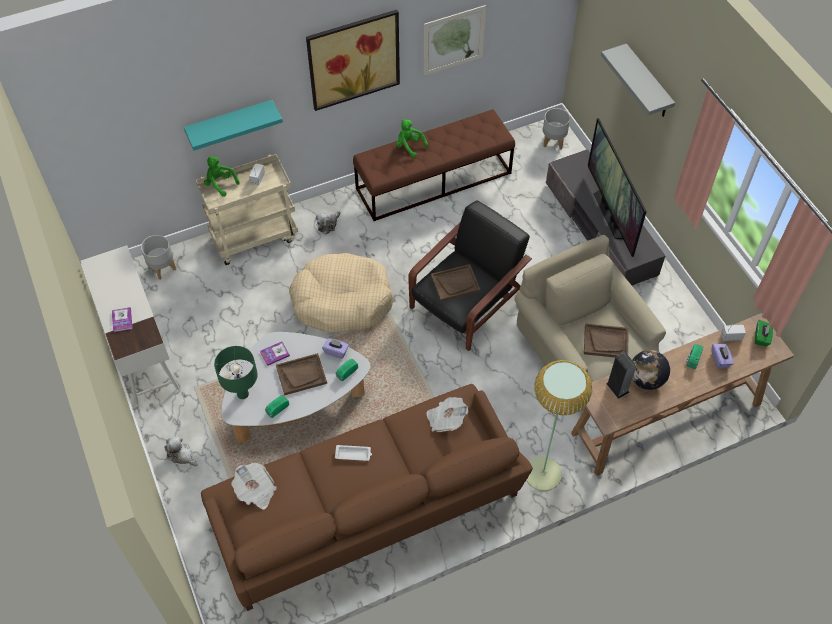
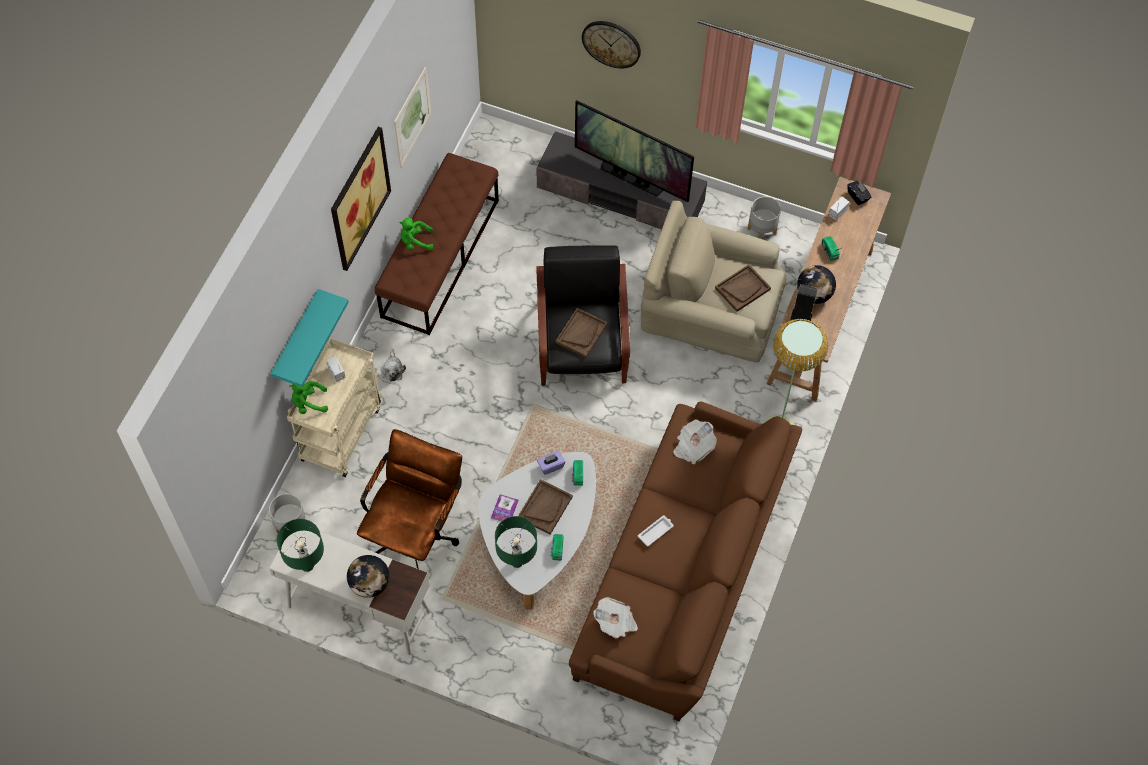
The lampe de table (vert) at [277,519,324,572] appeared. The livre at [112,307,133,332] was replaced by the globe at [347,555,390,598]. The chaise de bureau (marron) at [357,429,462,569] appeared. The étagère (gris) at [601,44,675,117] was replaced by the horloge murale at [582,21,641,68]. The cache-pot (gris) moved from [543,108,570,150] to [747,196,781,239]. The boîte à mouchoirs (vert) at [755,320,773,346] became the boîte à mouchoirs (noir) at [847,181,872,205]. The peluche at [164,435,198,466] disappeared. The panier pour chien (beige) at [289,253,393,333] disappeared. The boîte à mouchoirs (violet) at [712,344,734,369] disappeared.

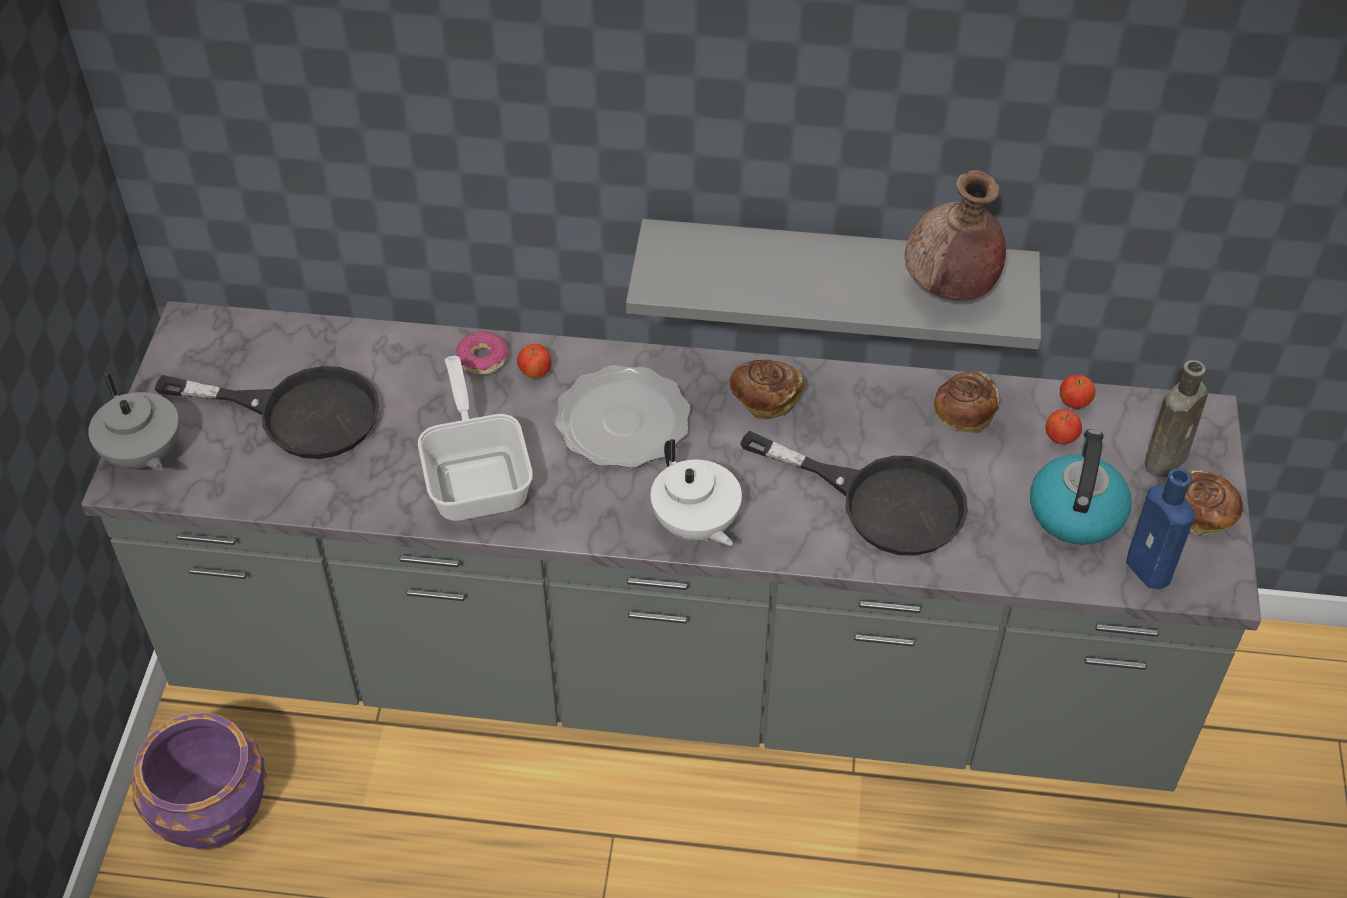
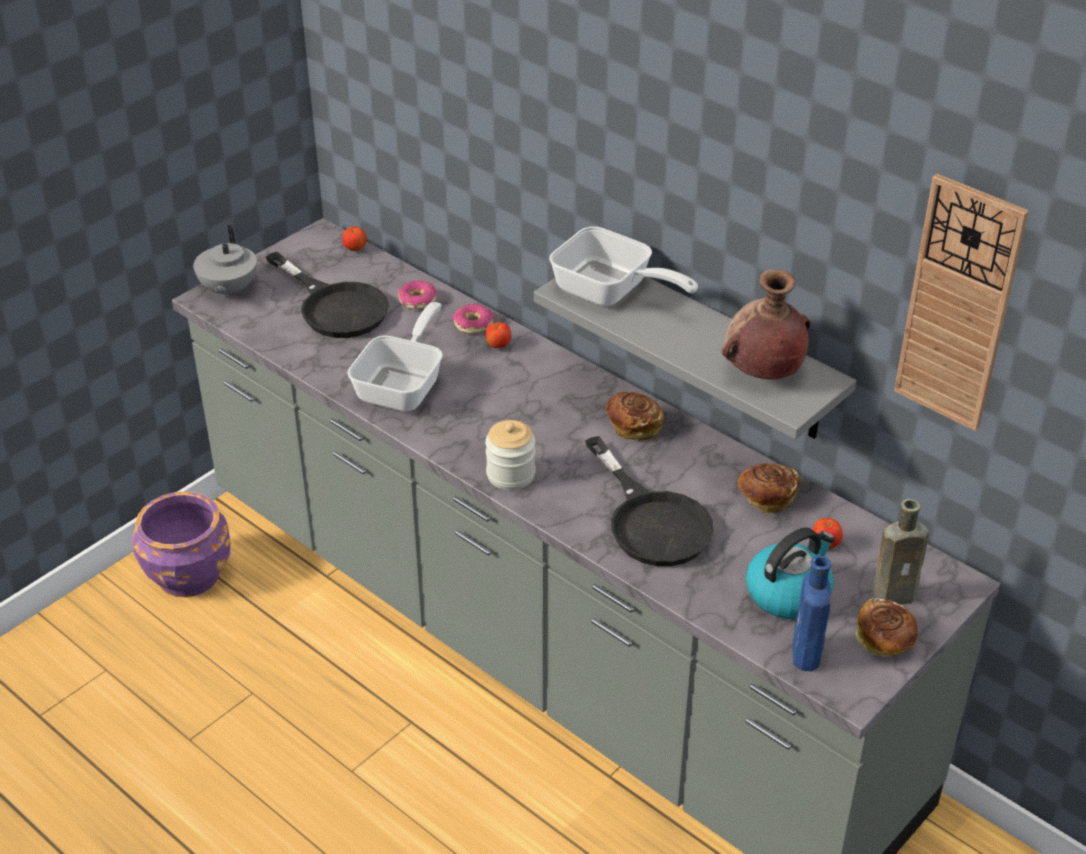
The pomme moved from [1060,375,1096,409] to [342,226,367,251]. The beignet at [398,280,437,309] appeared. The théière (blanc) at [651,439,742,546] was replaced by the bocal at [485,420,536,490]. The poêle at [549,227,698,306] appeared. The horloge murale at [894,174,1029,431] appeared. The assiette at [555,365,690,468] disappeared.

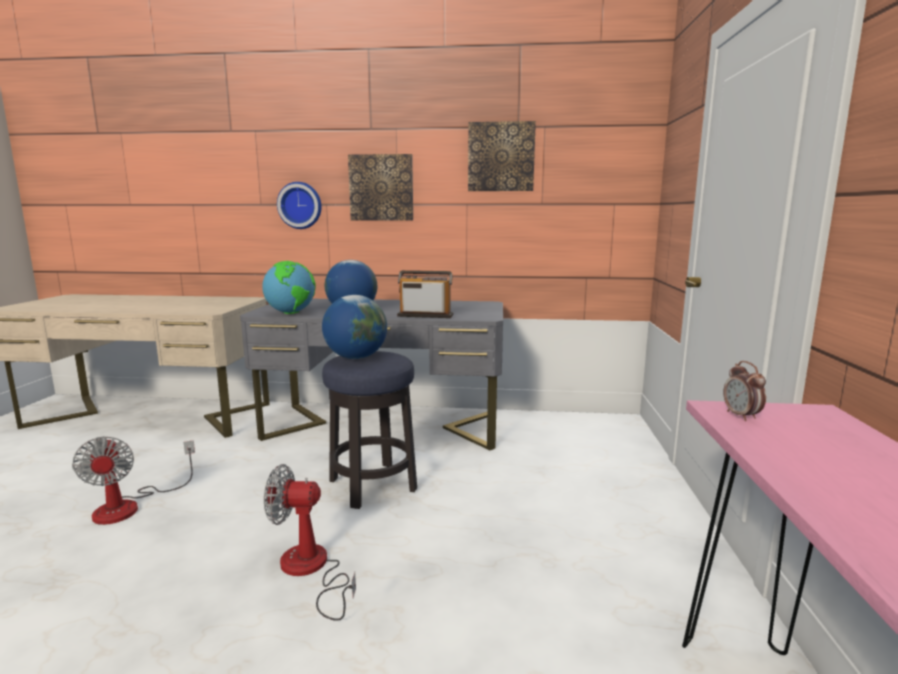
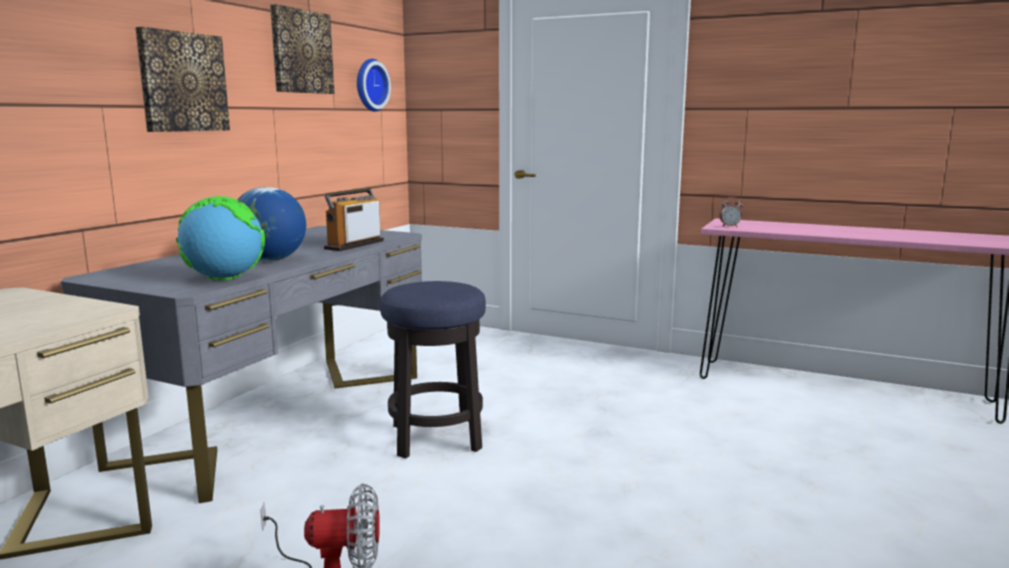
The horloge murale moved from [277,182,321,229] to [357,59,391,112]. The ventilateur at [264,464,356,621] disappeared. The globe at [322,295,387,359] disappeared.

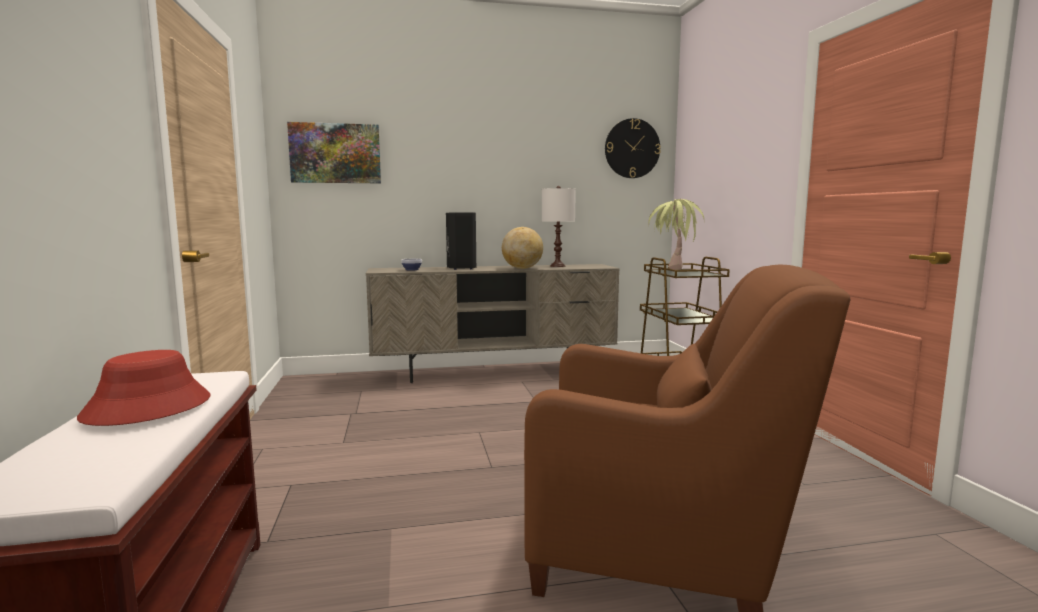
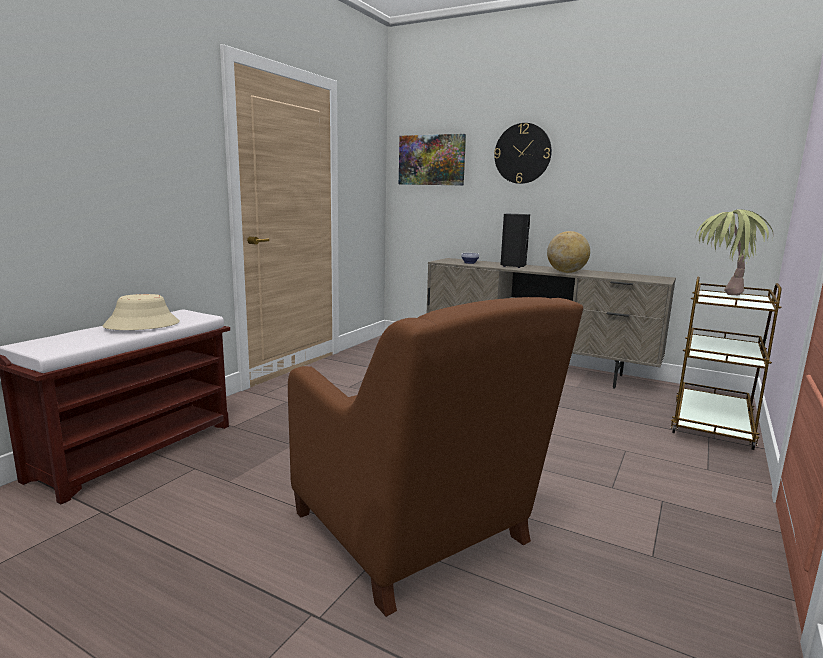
The chapeau (rouge) at [77,350,210,426] became the chapeau (beige) at [102,294,180,330]. The horloge murale moved from [605,118,661,178] to [494,123,552,184]. The lampe de table (blanc) at [542,186,576,267] disappeared.

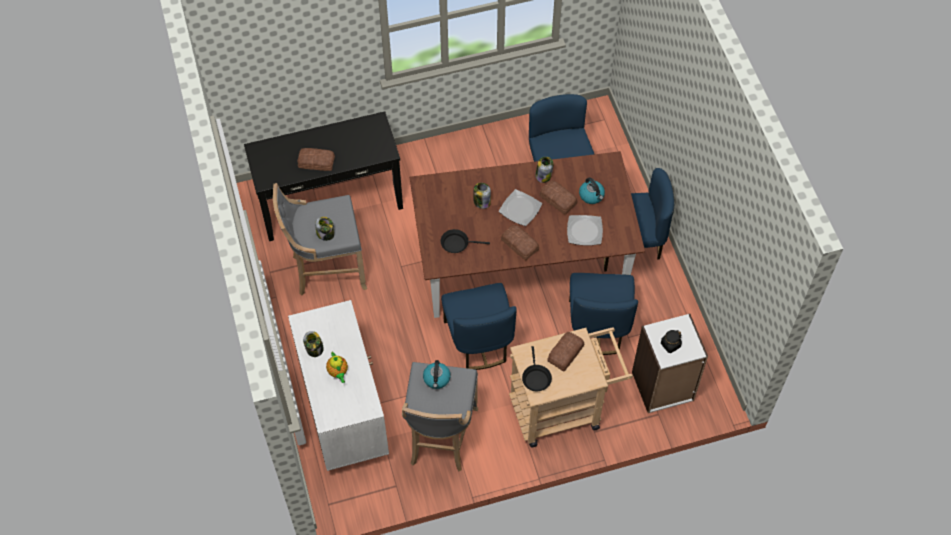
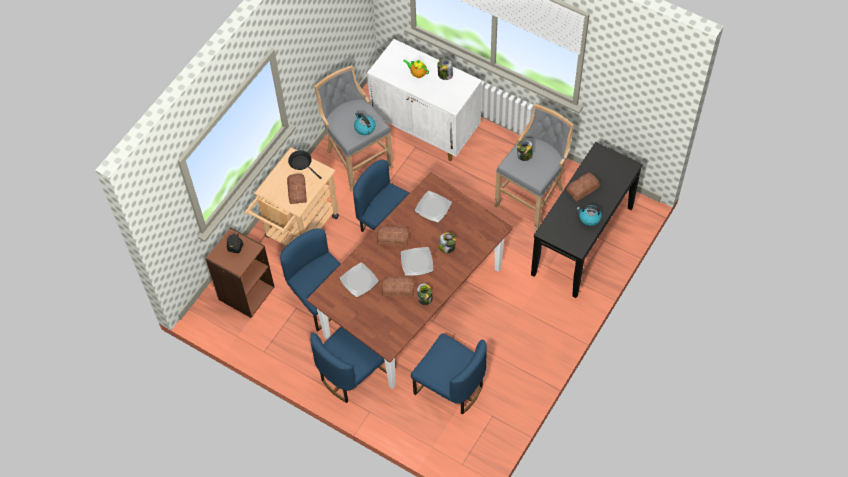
The bibliothèque (blanc) at [632,314,708,413] became the bibliothèque (marron) at [205,227,274,318]. The poêle (noir) at [441,229,490,253] was replaced by the assiette at [414,191,452,222]. The bouilloire moved from [579,177,605,204] to [577,205,602,226].

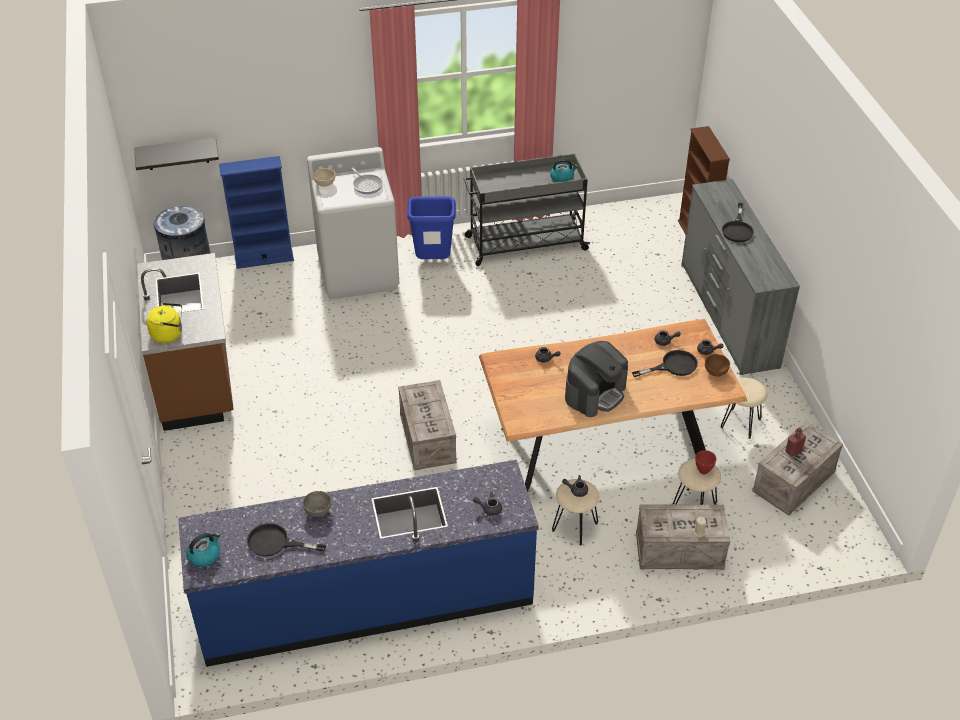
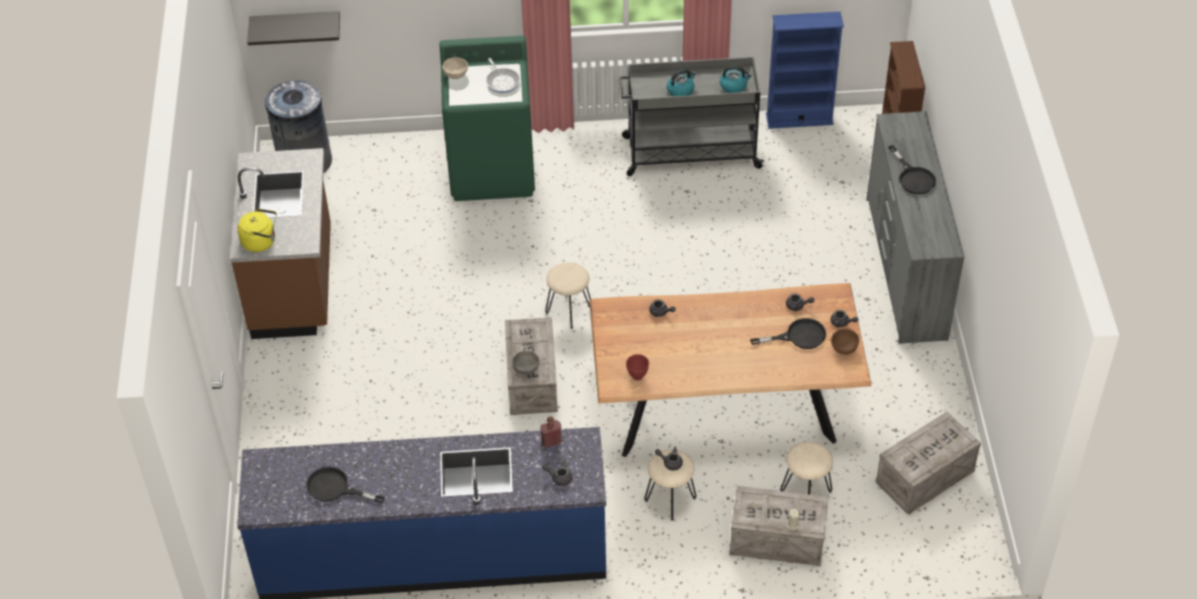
The lave-linge (blanc) at [307,147,399,299] became the lave-linge (vert) at [439,36,535,201]. The bol (gris) moved from [303,491,331,517] to [512,351,539,375]. The bouteille (rouge) moved from [786,428,806,457] to [540,416,561,448]. The tabouret (beige) moved from [720,378,767,439] to [545,262,591,329]. The bol (rouge) moved from [695,450,717,474] to [626,354,649,380]. The bouilloire moved from [186,532,220,567] to [667,69,696,96]. The bibliothèque (bleu) moved from [219,156,294,269] to [766,12,844,129]. The poêle (noir) at [722,203,754,242] turned 45 degrees counterclockwise. The poubelle (bleu) at [407,196,456,259] disappeared. The machine à café at [565,341,628,417] disappeared.

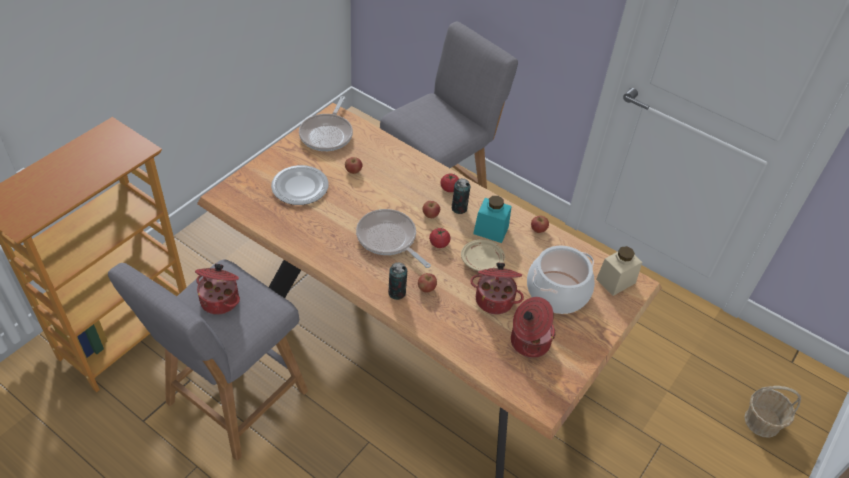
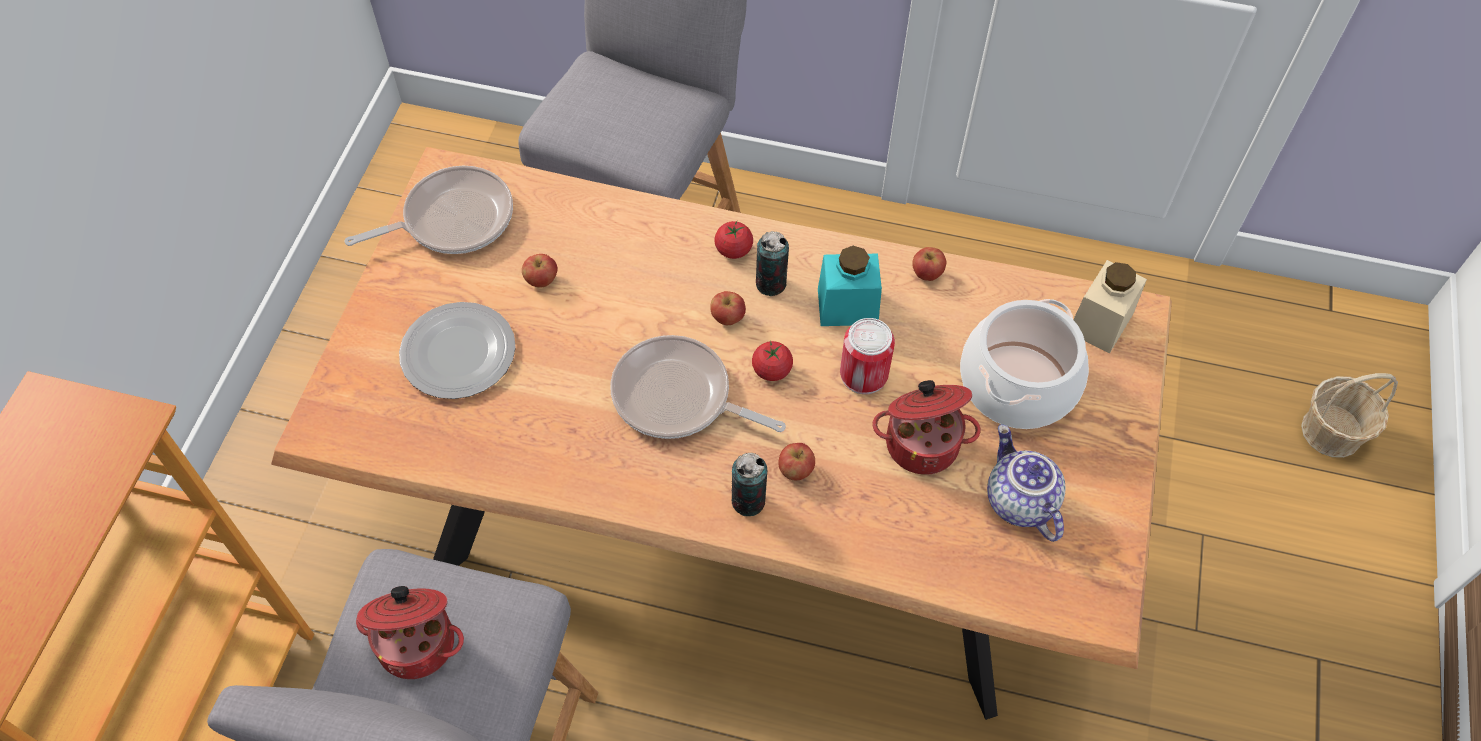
The poêle at [299,96,353,151] turned 105 degrees counterclockwise. The assiette (beige) at [461,239,505,271] was replaced by the boîte métallique at [840,318,895,394]. The marmite at [511,297,556,358] was replaced by the théière at [987,424,1066,542].

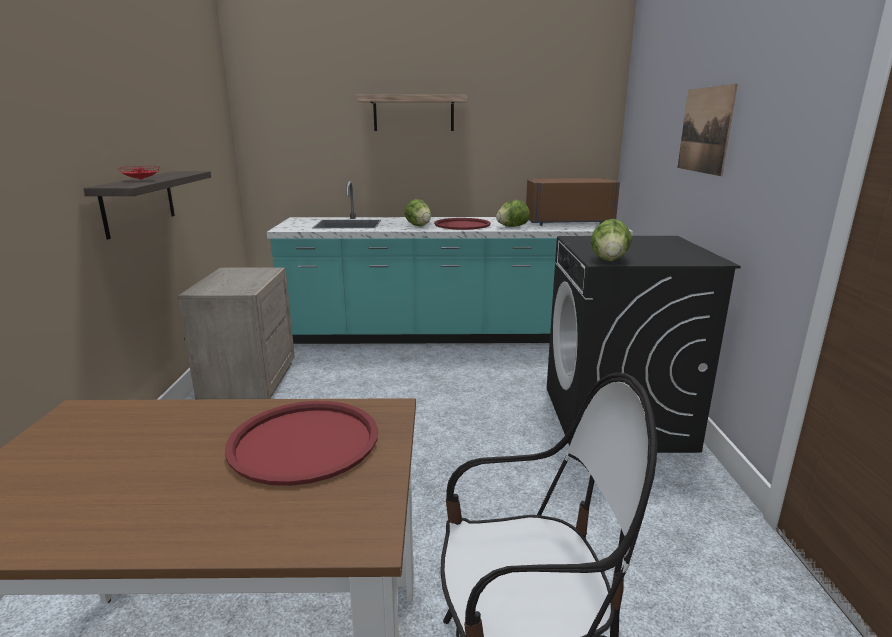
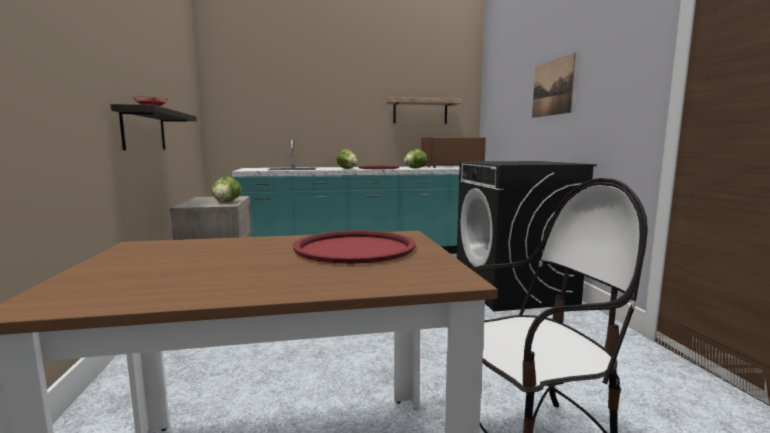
The laitue moved from [591,219,632,261] to [212,176,241,203]. The étagère moved from [356,95,468,131] to [385,97,462,124].

